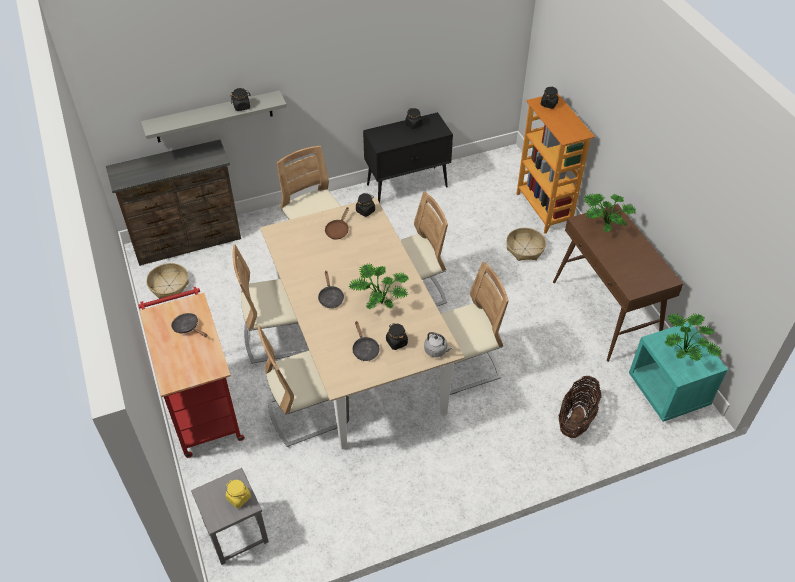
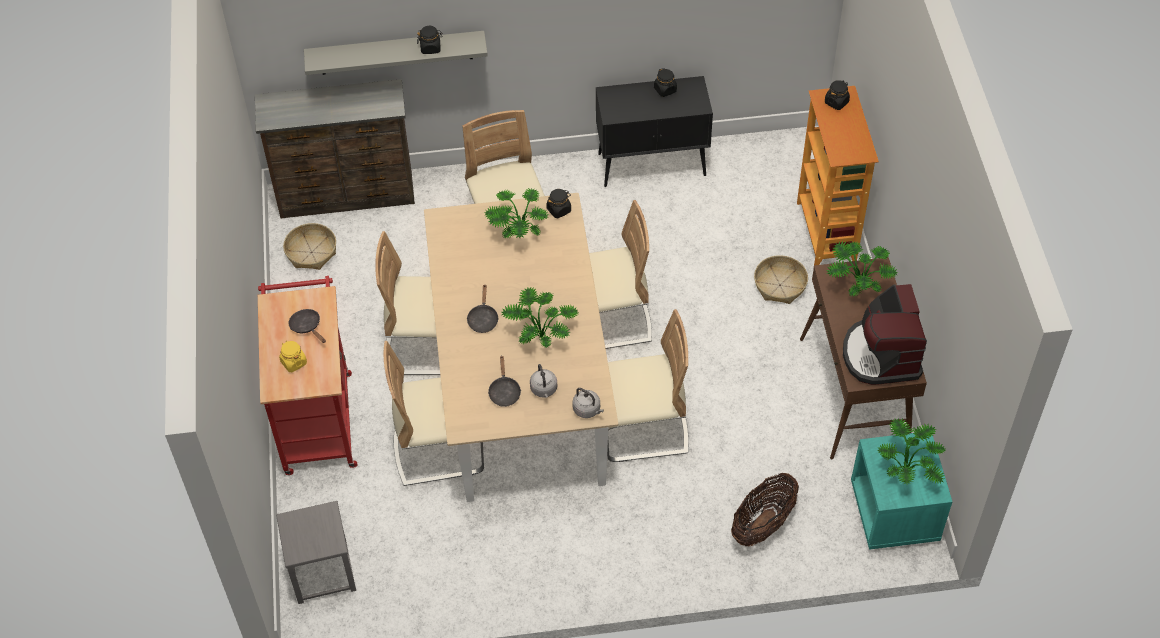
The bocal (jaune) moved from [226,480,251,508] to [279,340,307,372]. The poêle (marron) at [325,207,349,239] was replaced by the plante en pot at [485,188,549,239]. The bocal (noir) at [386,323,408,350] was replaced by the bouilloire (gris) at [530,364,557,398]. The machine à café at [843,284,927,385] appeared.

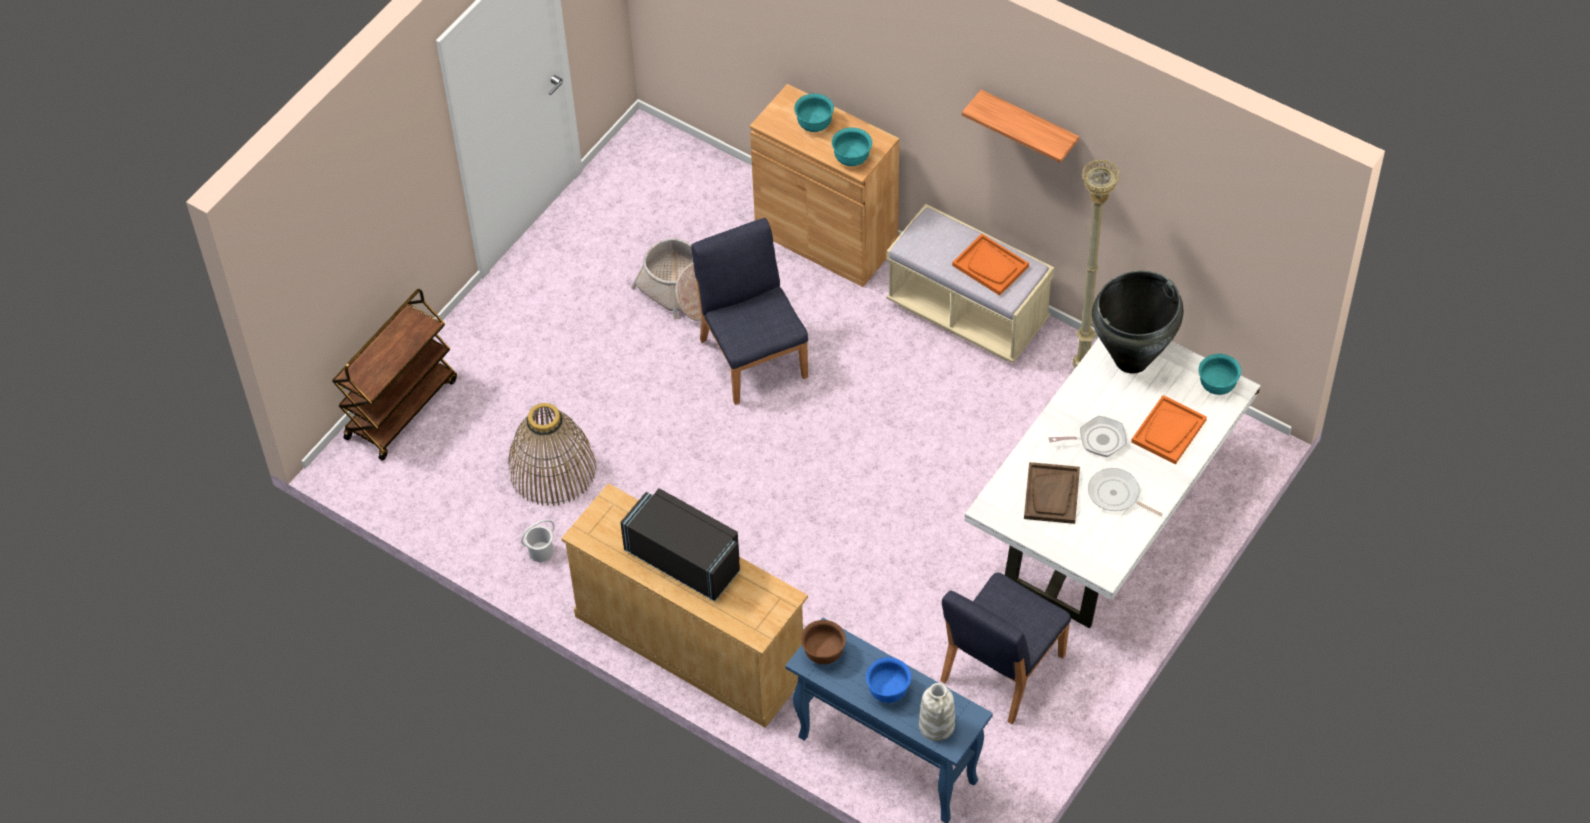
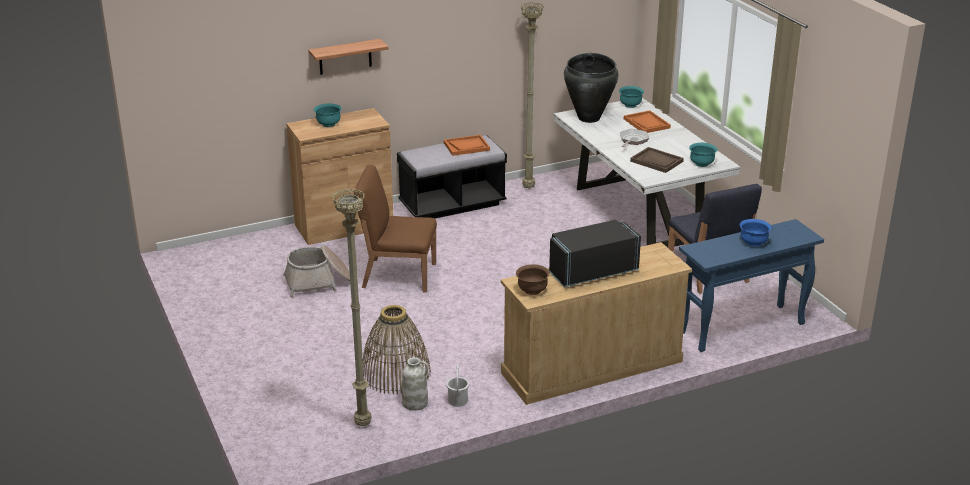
The étagère moved from [962,90,1079,163] to [308,39,388,75]. The lampadaire (beige) at [331,188,372,426] appeared. The chaise (bleu) at [691,218,808,405] became the chaise (marron) at [354,165,437,293]. The banc (beige) at [887,204,1054,363] became the banc (noir) at [397,136,507,219]. The vase (blanc) moved from [919,683,955,741] to [402,357,428,411]. The bol (marron) moved from [801,620,846,664] to [516,264,550,295]. The bol (turquoise) moved from [832,127,872,166] to [689,143,718,167]. The chariot (marron) at [332,289,457,461] disappeared. The poêle at [1088,468,1163,516] disappeared.

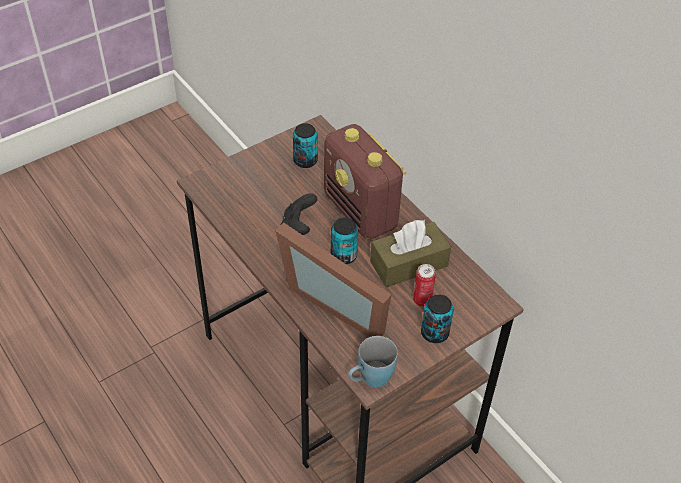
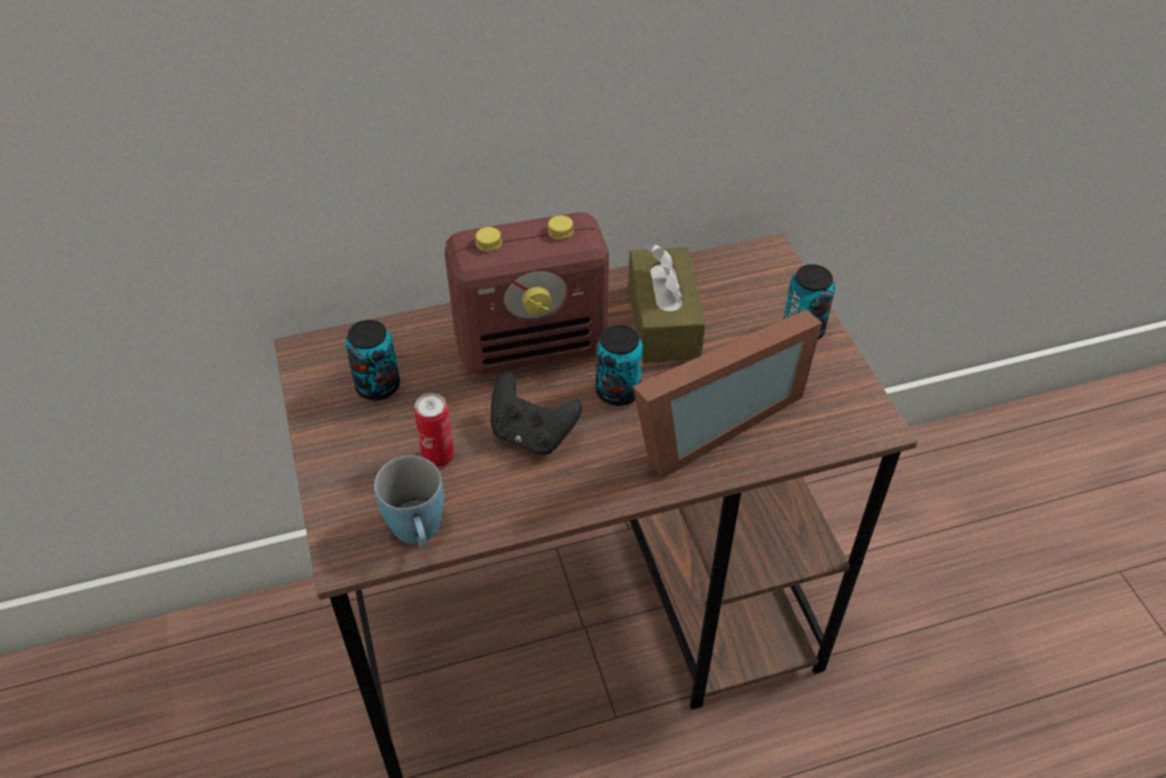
The mug (bleu) moved from [348,336,398,387] to [374,456,444,548]. The boîte métallique moved from [413,264,436,307] to [414,393,454,467].

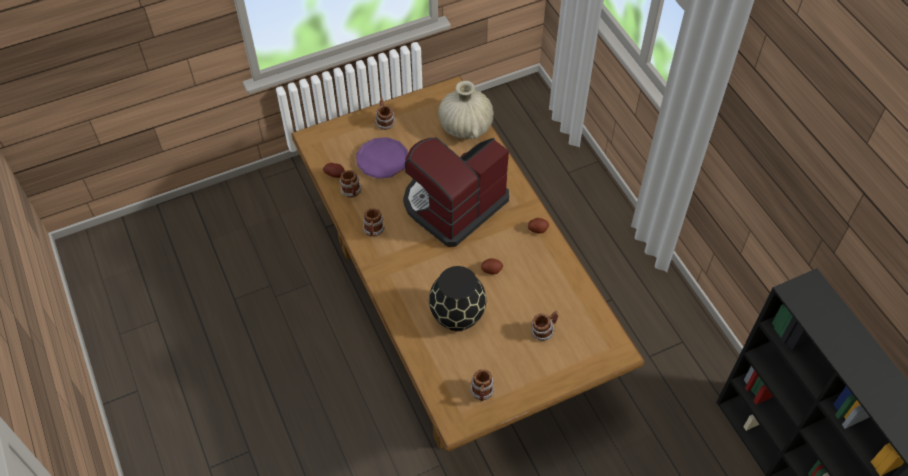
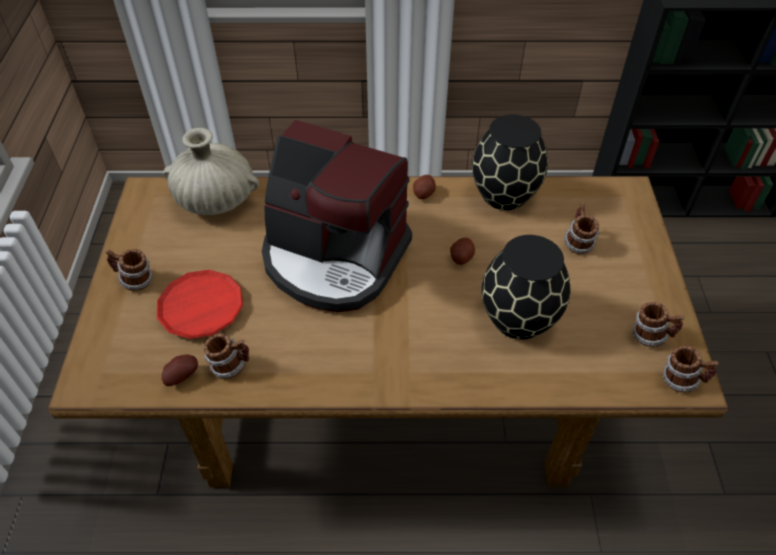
The assiette (violet) at [356,137,408,179] became the assiette (rouge) at [157,270,243,339]. The machine à café at [403,137,509,247] turned 45 degrees counterclockwise. The vase (noir) at [472,114,548,210] appeared. The mug moved from [363,208,385,236] to [663,346,719,393].

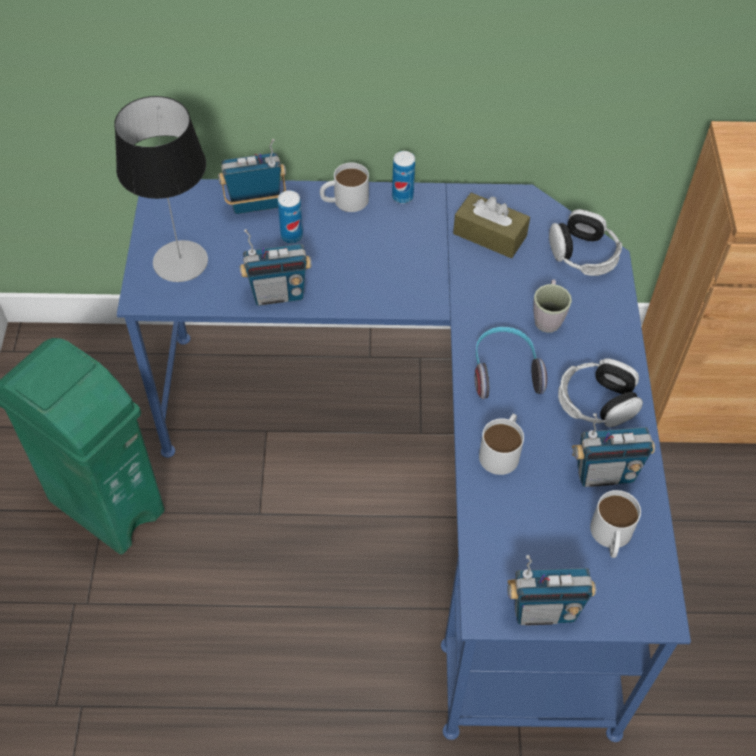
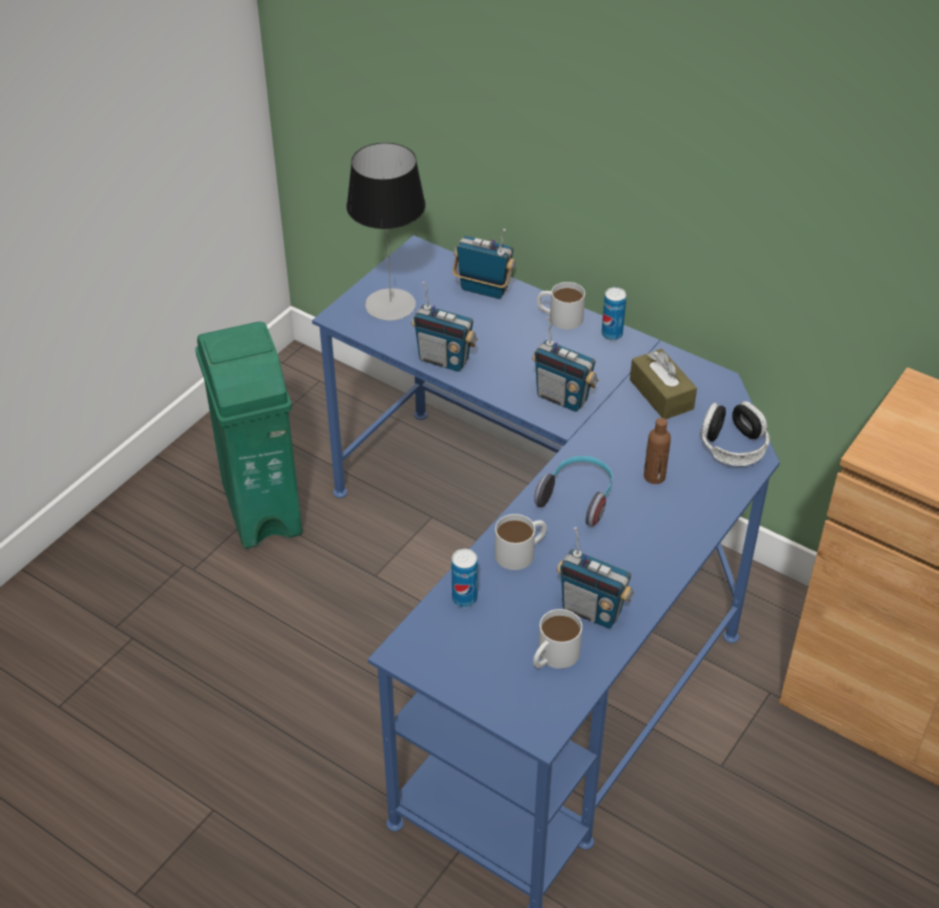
The boîte métallique moved from [278,190,303,244] to [452,549,478,608]. The radio moved from [508,555,596,626] to [532,317,599,412]. The mug (gris) at [534,280,572,333] was replaced by the bouteille (marron) at [644,418,671,484]. The casque audio at [558,358,643,427] disappeared.

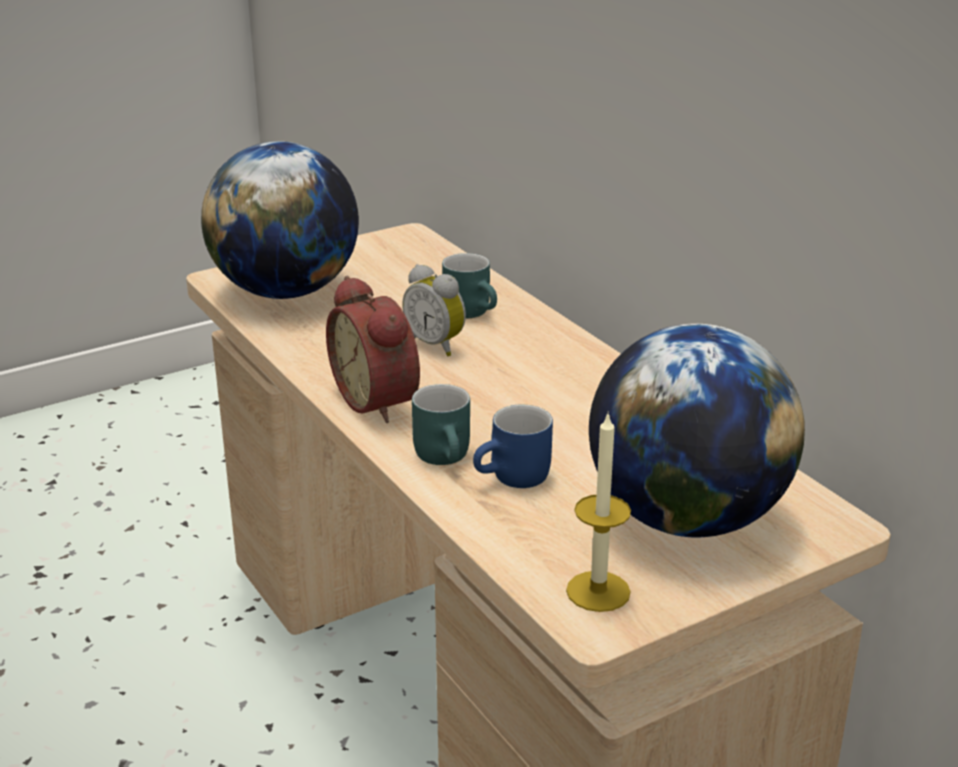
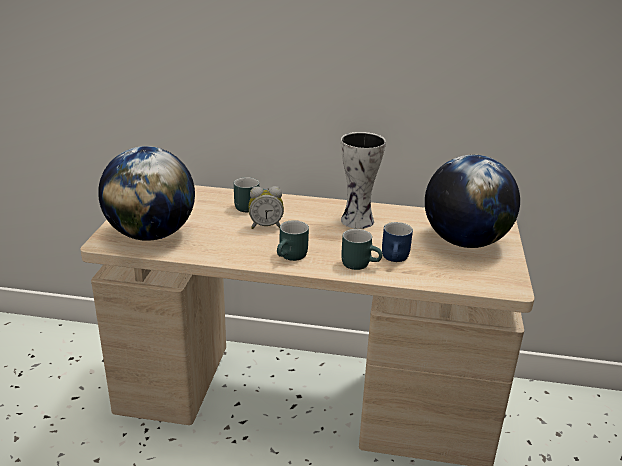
The réveil at [326,276,420,423] was replaced by the mug (turquoise) at [277,220,309,261]. The vase at [341,132,386,229] appeared. The bougie at [566,411,631,612] disappeared.

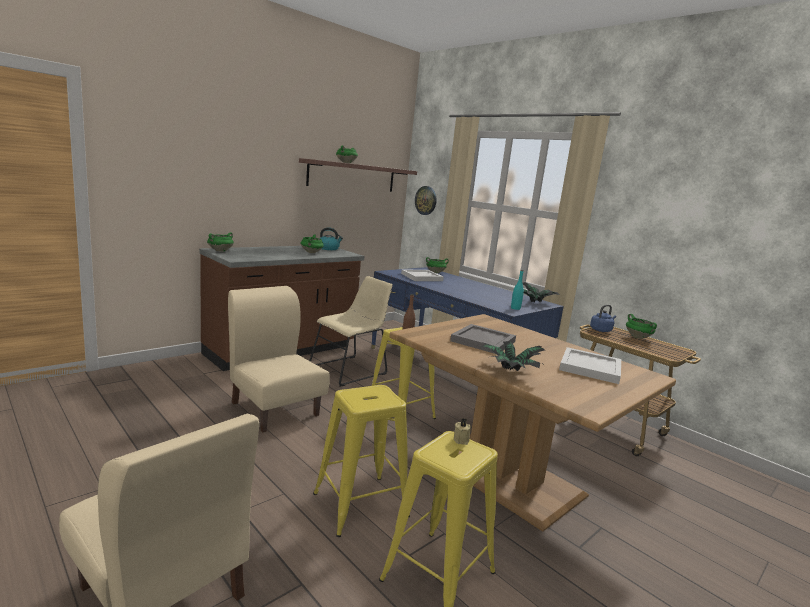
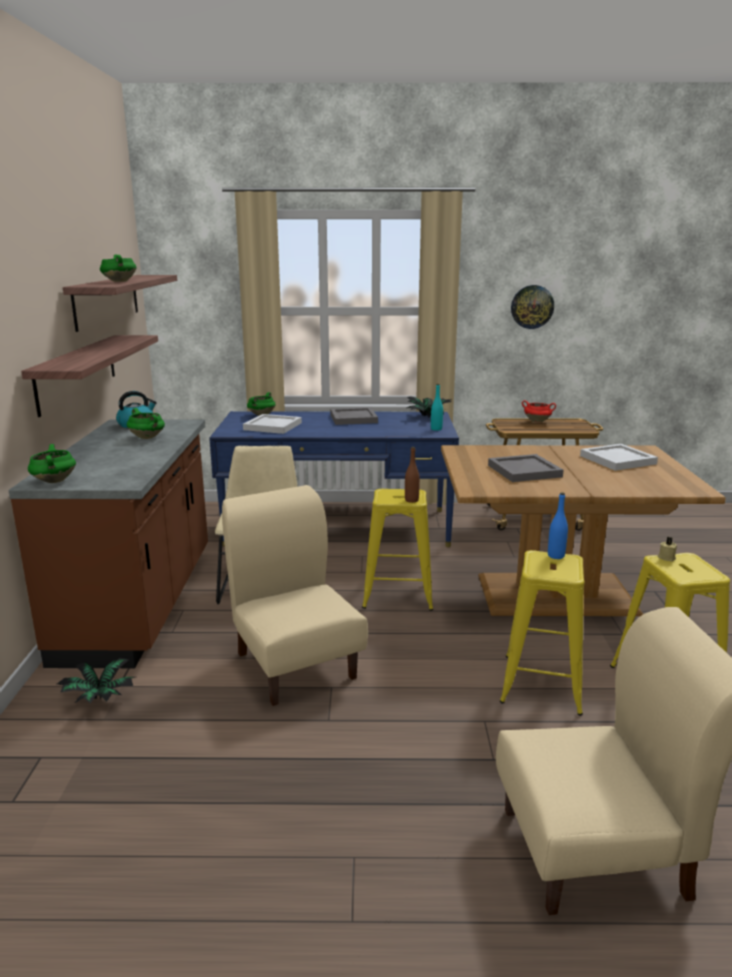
The étagère at [21,335,158,417] appeared. The plante en pot moved from [481,341,545,371] to [57,657,135,704]. The chaise (beige) at [228,286,330,432] turned 60 degrees clockwise. The plateau (gris) at [330,407,378,425] appeared. The horloge murale moved from [415,186,437,215] to [511,285,554,329]. The marmite (vert) at [626,314,657,339] became the marmite (rouge) at [522,400,556,423]. The bouteille (bleu) at [548,492,568,559] appeared. The bouilloire (bleu) at [590,305,616,332] disappeared.

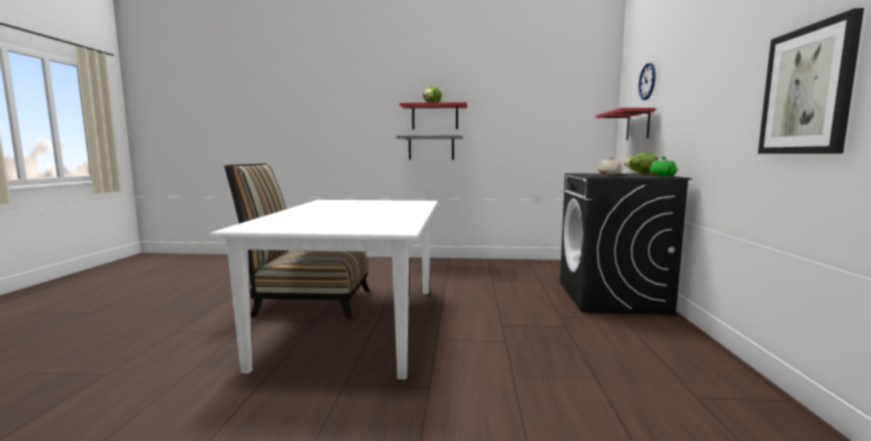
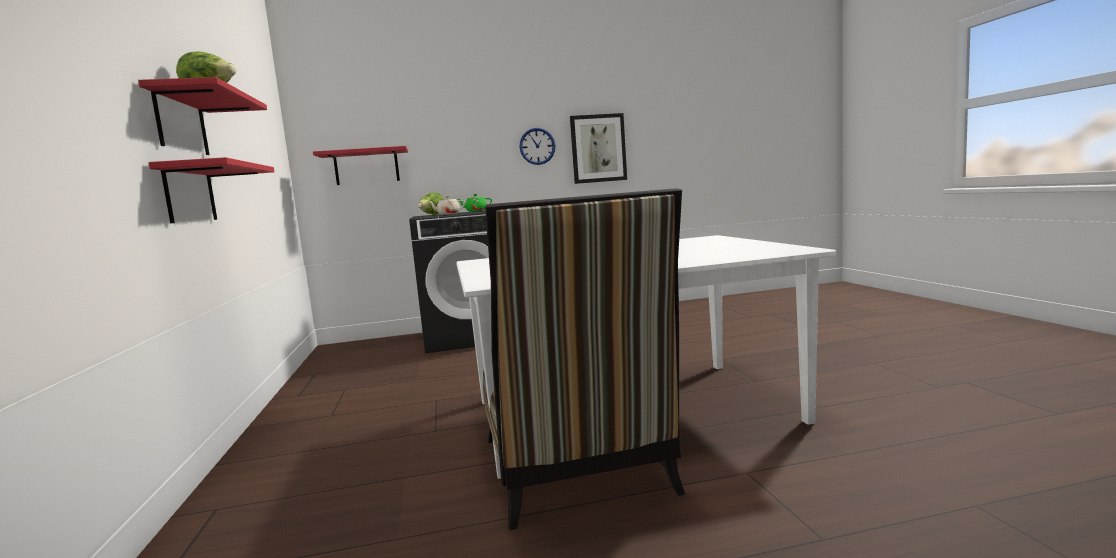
The étagère (gris) at [396,135,463,160] became the étagère (rouge) at [148,157,275,223]. The horloge murale moved from [639,63,655,100] to [519,128,555,165].

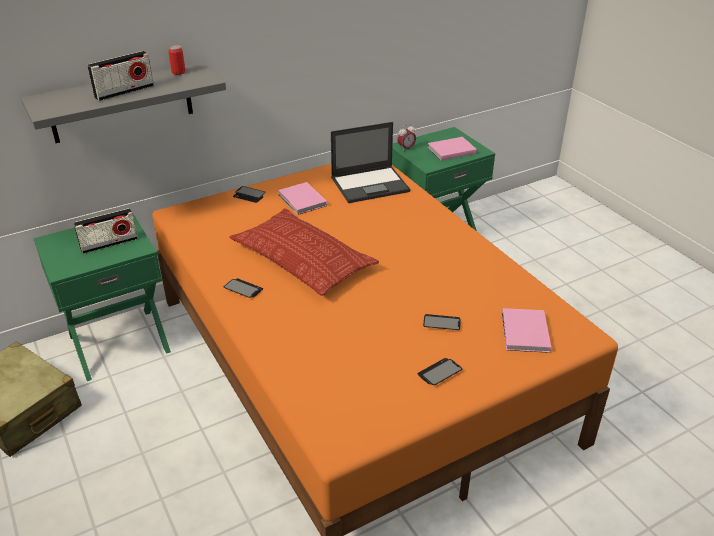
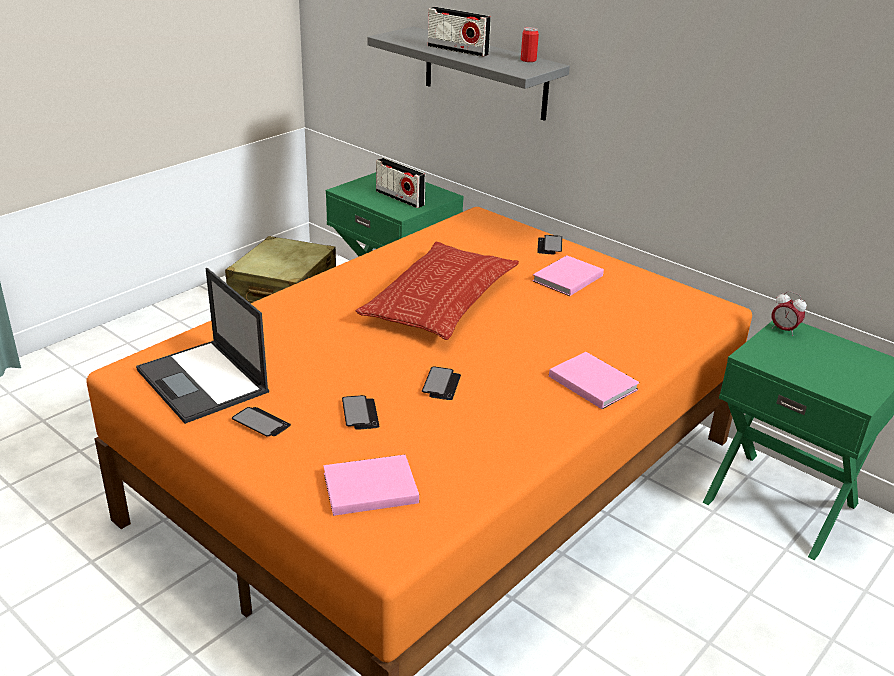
The ordinateur portable moved from [331,122,410,203] to [136,268,269,424]. The téléphone moved from [224,279,263,298] to [422,367,461,400]. The livre (rose) moved from [428,137,477,161] to [549,352,640,409].

